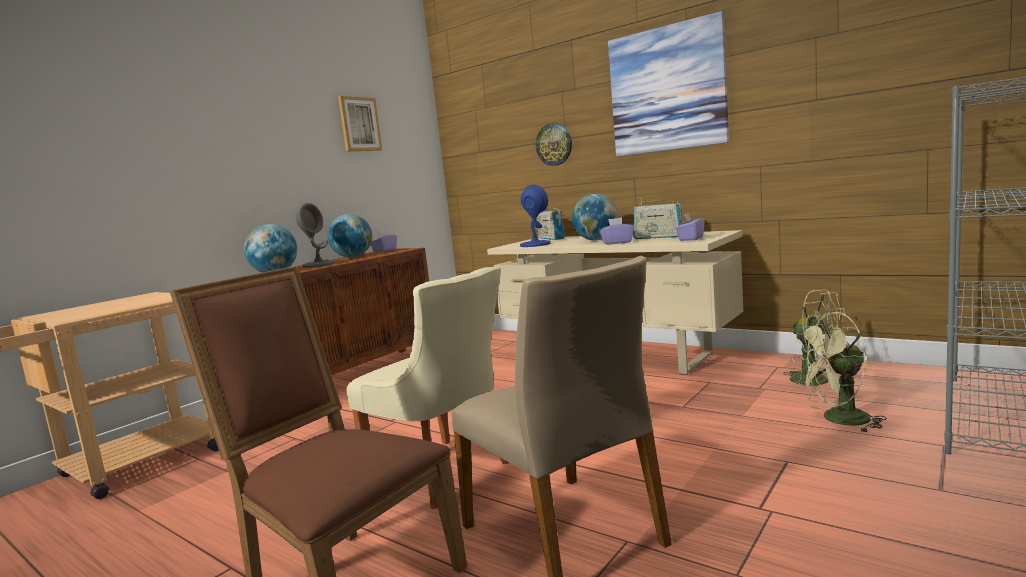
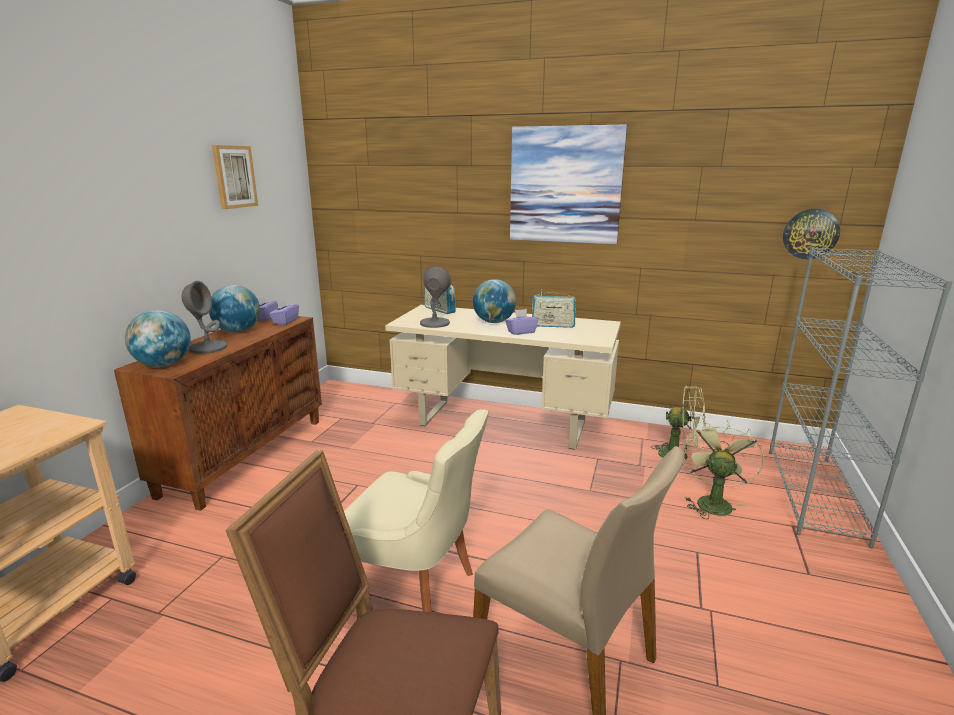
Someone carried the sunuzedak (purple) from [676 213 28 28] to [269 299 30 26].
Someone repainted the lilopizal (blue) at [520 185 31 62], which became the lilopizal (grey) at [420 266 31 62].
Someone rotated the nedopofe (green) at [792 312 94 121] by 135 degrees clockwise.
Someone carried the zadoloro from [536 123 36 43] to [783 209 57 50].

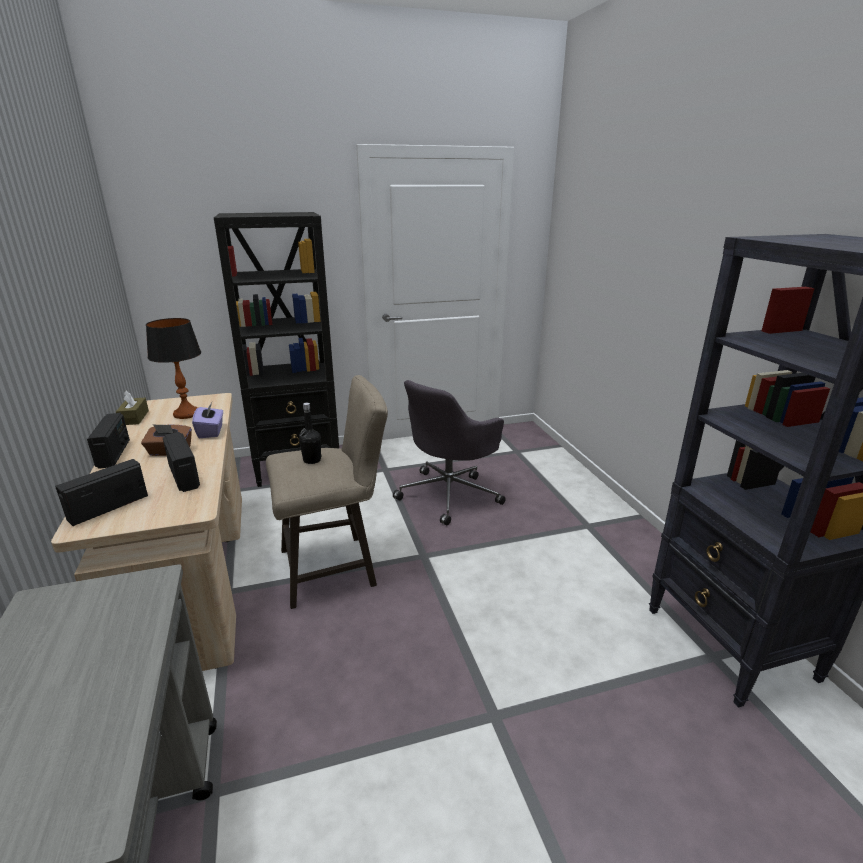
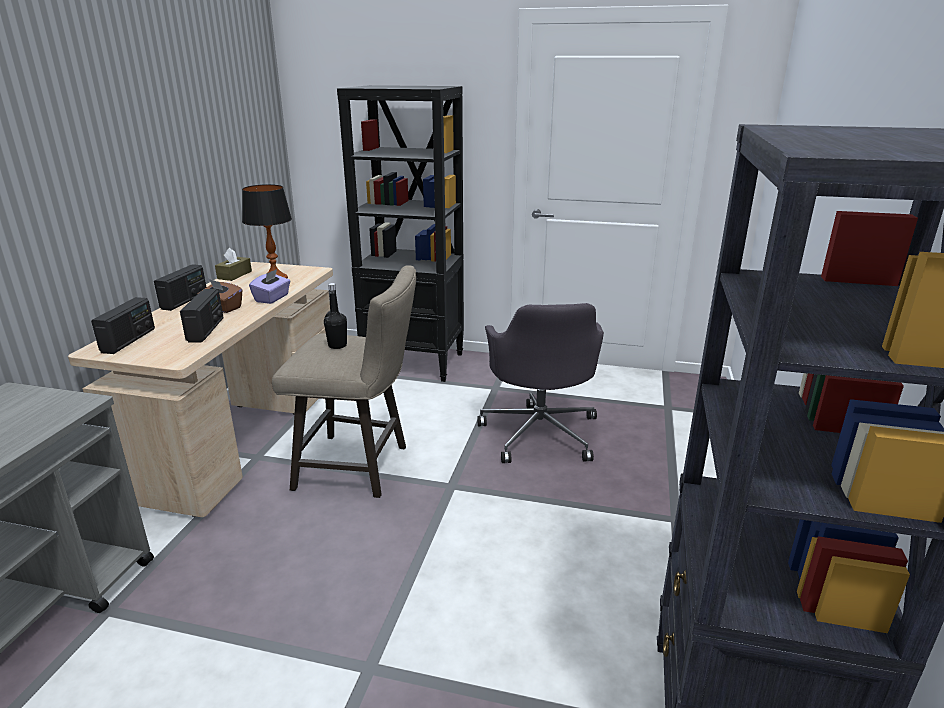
Someone rotated the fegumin at [55 459 93 67] by 120 degrees clockwise.
Someone rotated the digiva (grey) at [393 380 113 145] by 75 degrees counterclockwise.

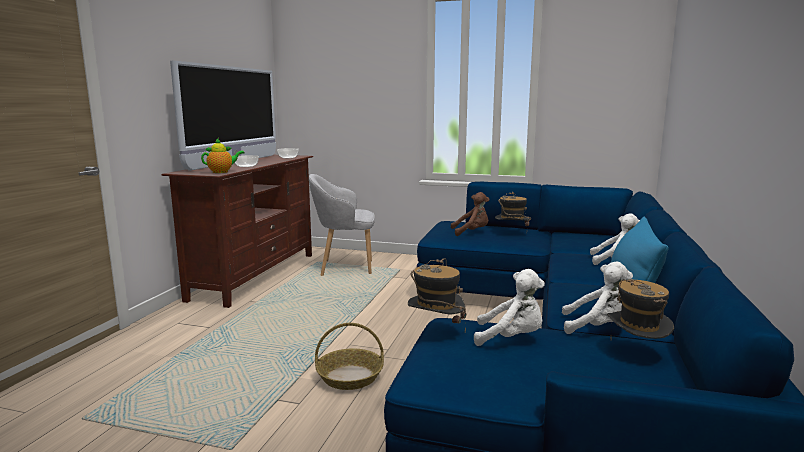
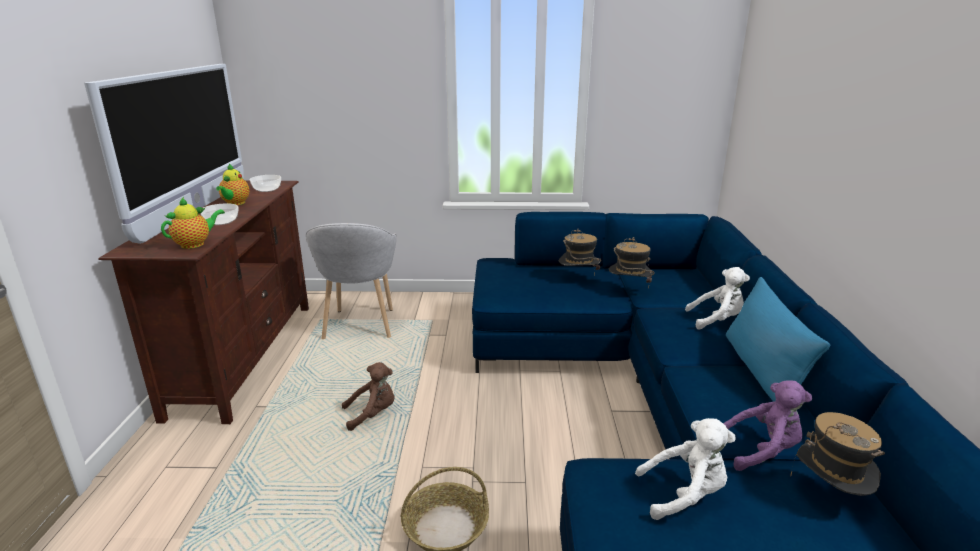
Someone put down the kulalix at [216 164 34 41].
Someone rotated the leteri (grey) at [309 174 66 102] by 75 degrees counterclockwise.
Someone carried the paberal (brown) from [450 192 39 44] to [342 362 52 69].
Someone carried the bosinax from [408 258 58 74] to [609 237 45 52].
Someone repainted the paberal (white) at [562 262 71 72], which became the paberal (purple) at [723 381 89 90].

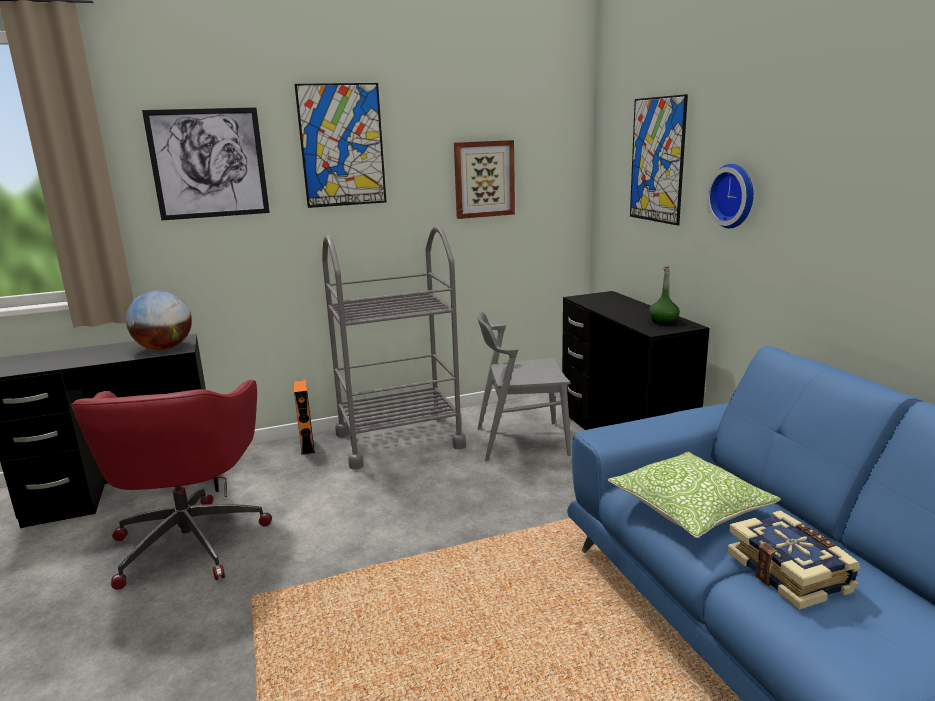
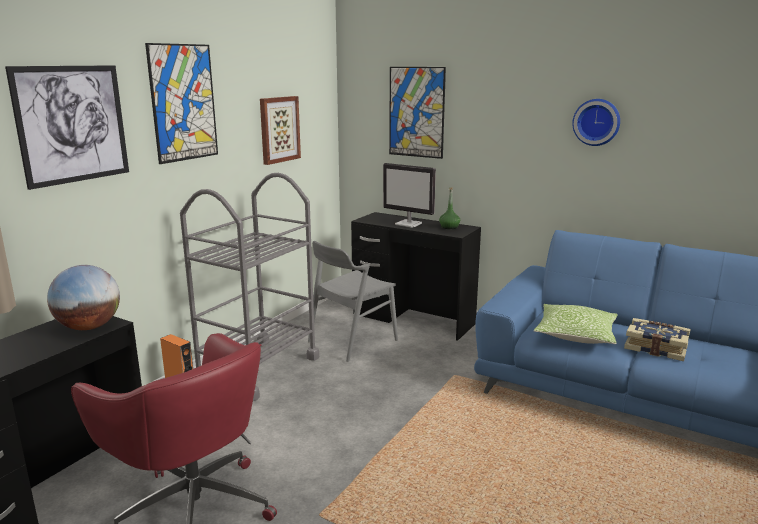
Someone put down the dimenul at [383 163 53 65].
Someone carried the zadoloro from [706 164 48 64] to [572 99 48 47].

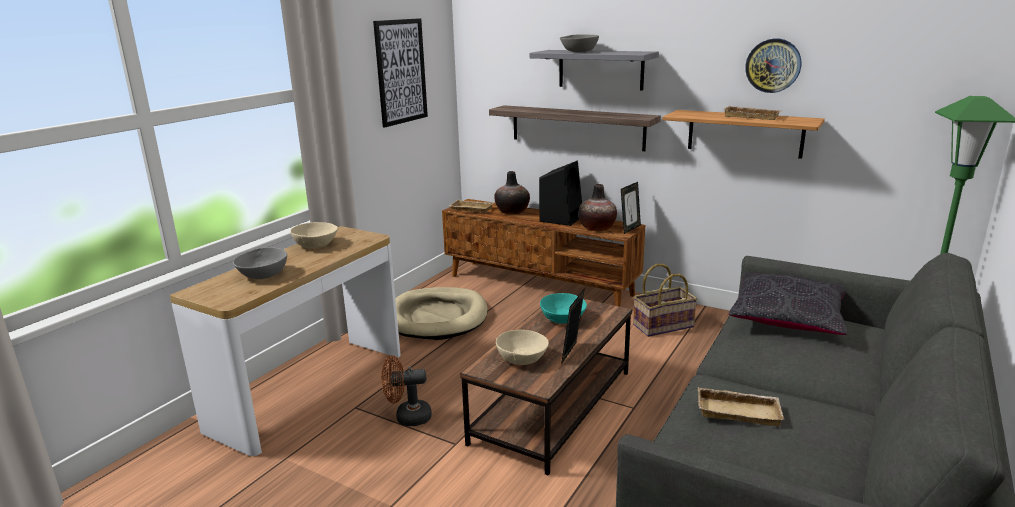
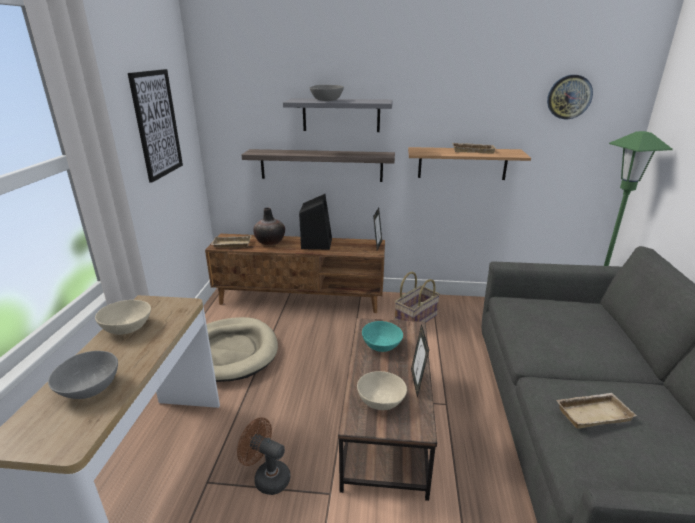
Someone rotated the nedopofe (brown) at [381 355 51 71] by 60 degrees clockwise.
Someone carried the zadoloro from [745 39 56 54] to [547 75 46 44].
Someone took away the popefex at [578 184 39 47].
Someone took away the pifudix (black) at [729 273 118 62].

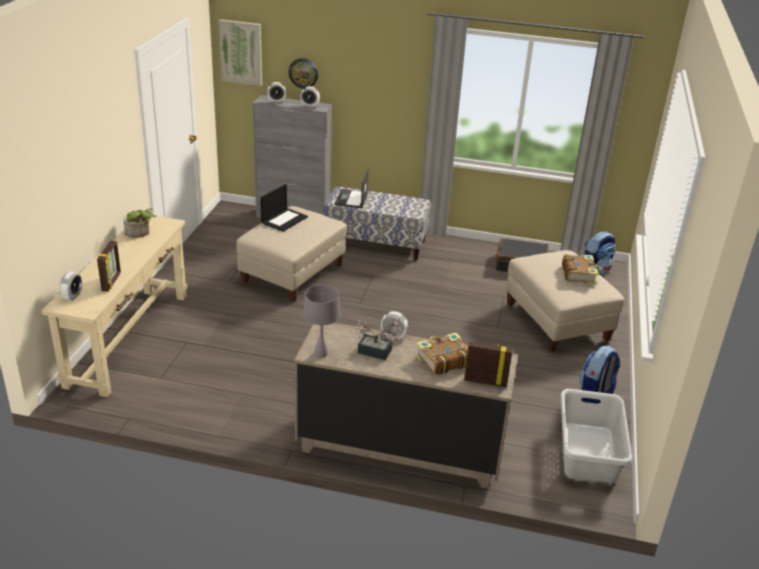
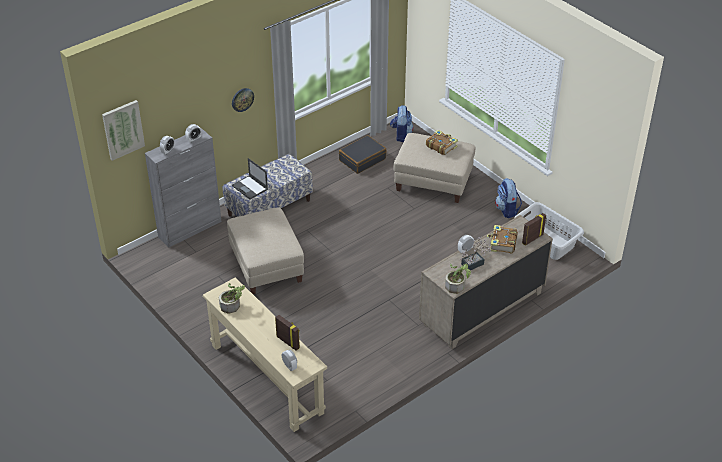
Someone carried the zadoloro from [288 58 30 31] to [232 88 22 24].
Someone swapped the lilopizal (grey) at [303 285 38 73] for the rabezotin at [445 264 26 30].
Someone took away the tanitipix at [260 184 48 48].

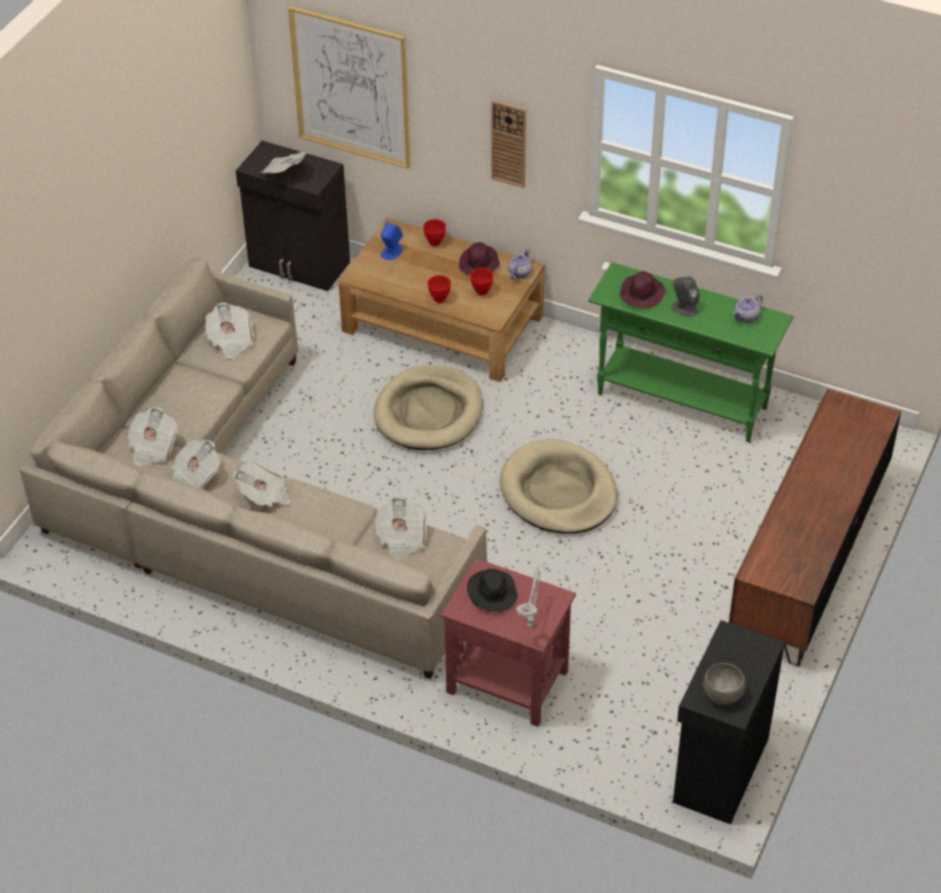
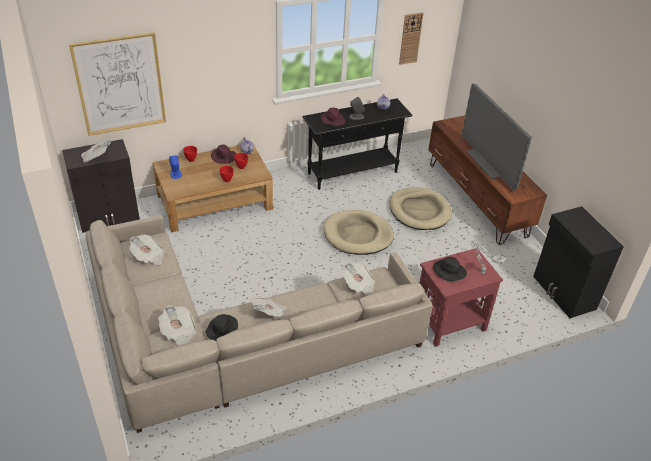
Someone swapped the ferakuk at [172 440 48 49] for the bosinax (black) at [205 314 33 27].
Someone repainted the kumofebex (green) at [588 262 206 180], which became the kumofebex (black) at [302 98 111 92].
Someone carried the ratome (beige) from [374 365 109 85] to [390 187 62 43].
Someone carried the zadoloro from [492 100 34 88] to [399 12 24 53].
Someone put down the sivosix at [461 84 71 107].
Someone took away the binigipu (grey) at [703 663 43 42].

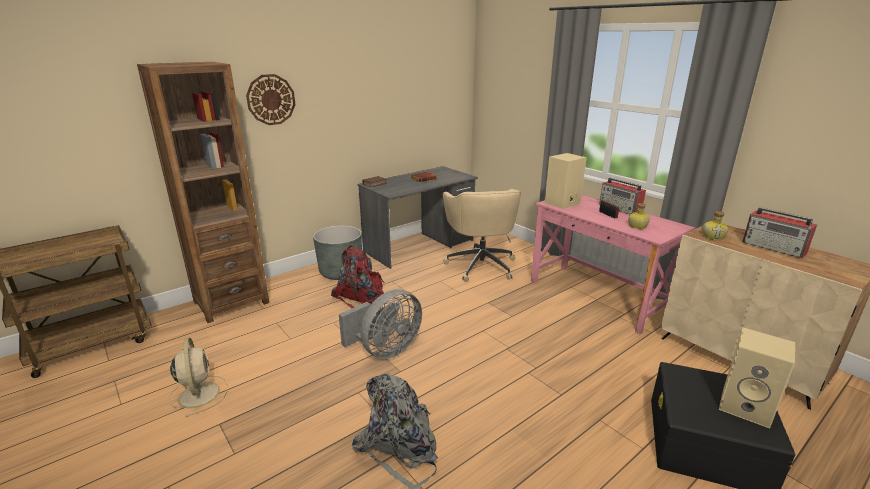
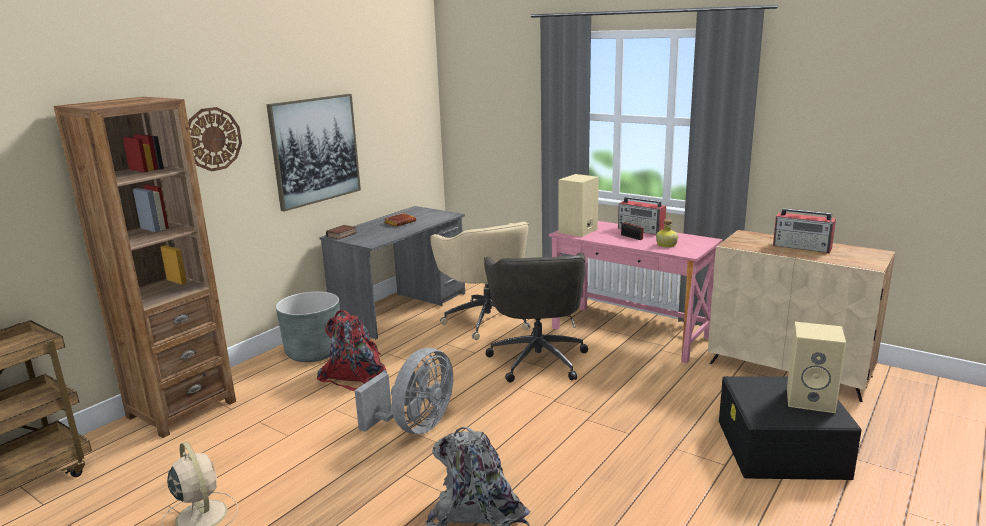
Someone put up the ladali at [266 94 95 118].
Someone put down the digiva (grey) at [484 253 104 129].
Someone took away the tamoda at [703 211 25 29].

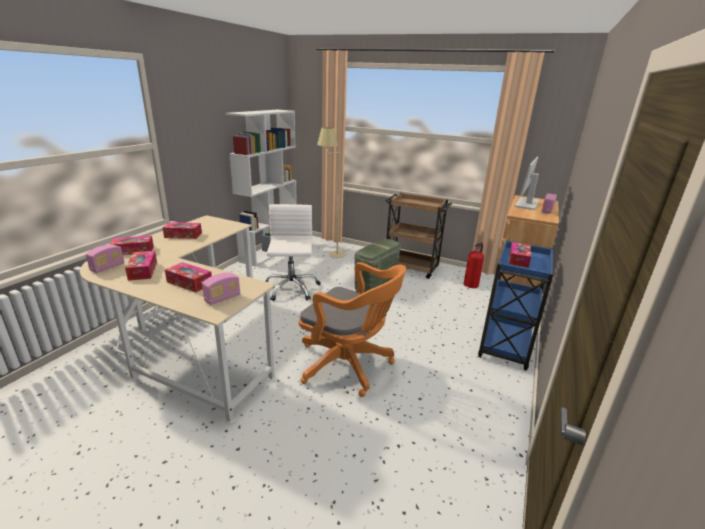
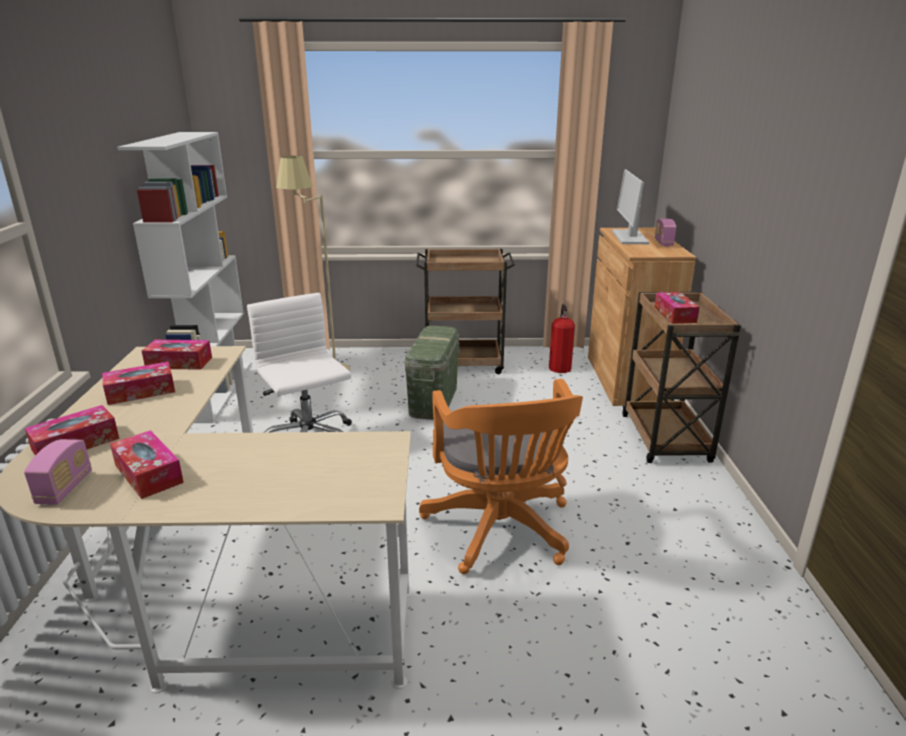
Someone carried the sunuzedak from [165 262 47 30] to [142 340 70 30].
Someone rotated the digiva (orange) at [299 262 107 135] by 75 degrees clockwise.
Someone repainted the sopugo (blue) at [478 240 76 131], which became the sopugo (brown) at [622 292 119 171].
Someone took away the fegumin at [202 273 38 32].

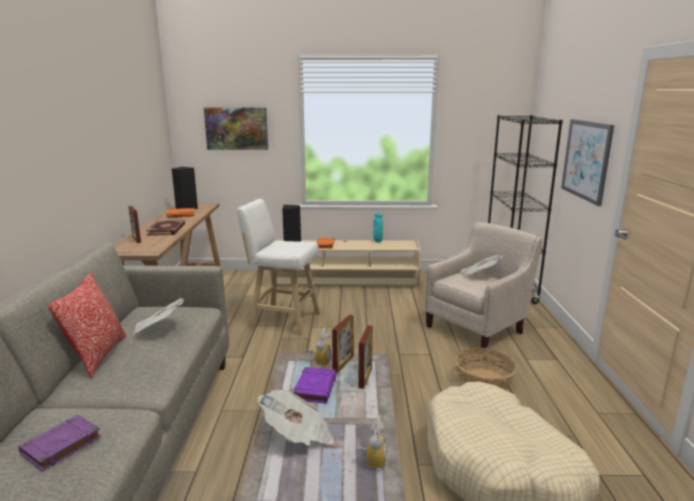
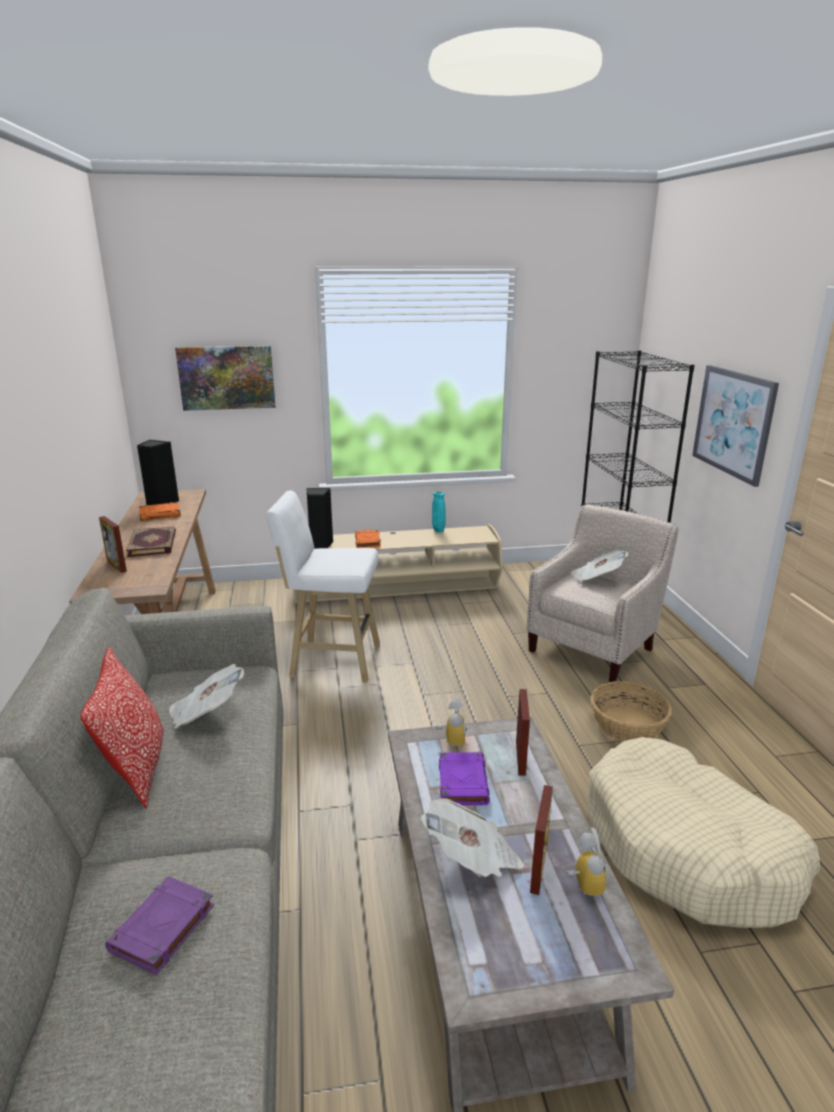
Someone carried the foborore from [332 315 22 58] to [530 785 23 110].

